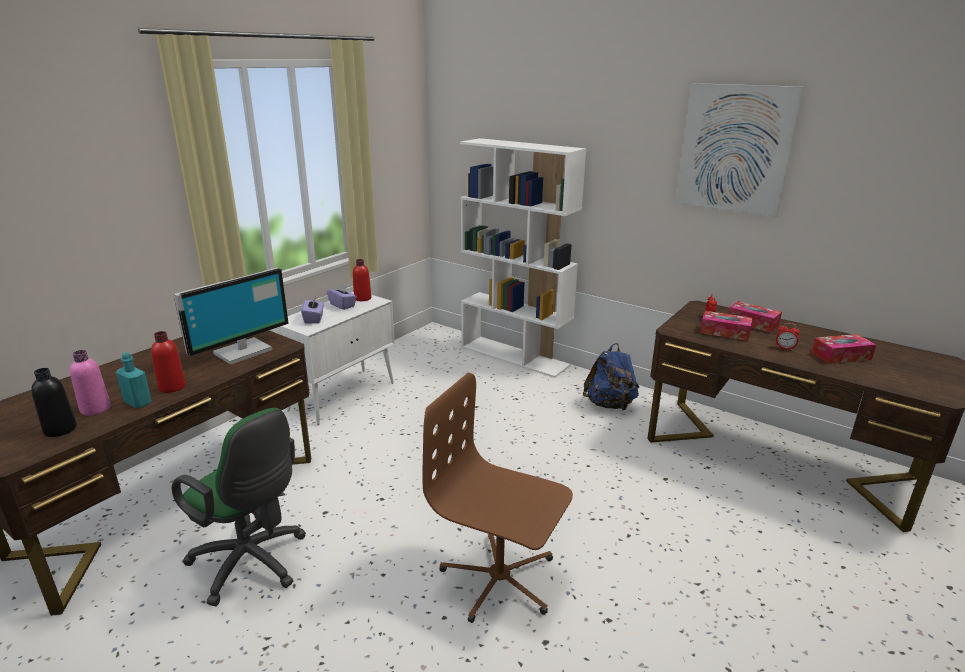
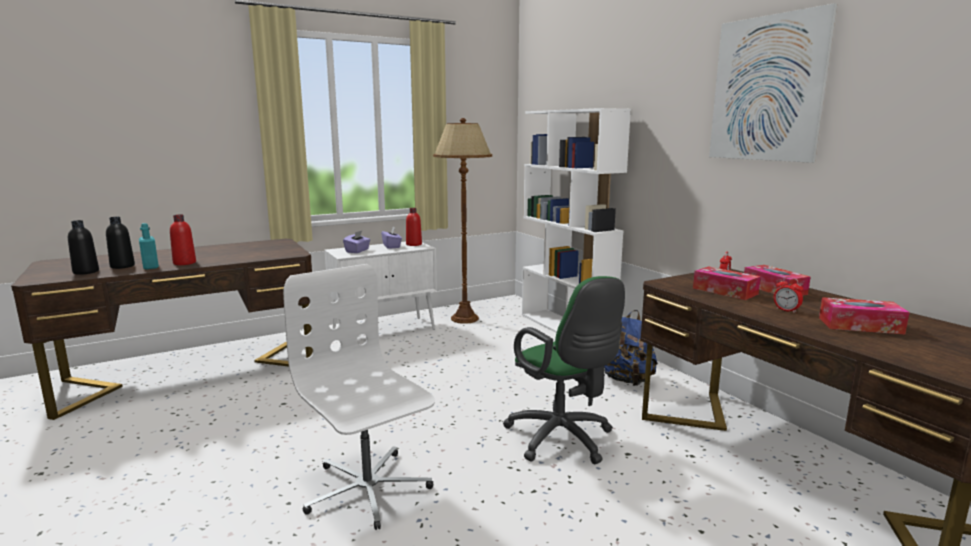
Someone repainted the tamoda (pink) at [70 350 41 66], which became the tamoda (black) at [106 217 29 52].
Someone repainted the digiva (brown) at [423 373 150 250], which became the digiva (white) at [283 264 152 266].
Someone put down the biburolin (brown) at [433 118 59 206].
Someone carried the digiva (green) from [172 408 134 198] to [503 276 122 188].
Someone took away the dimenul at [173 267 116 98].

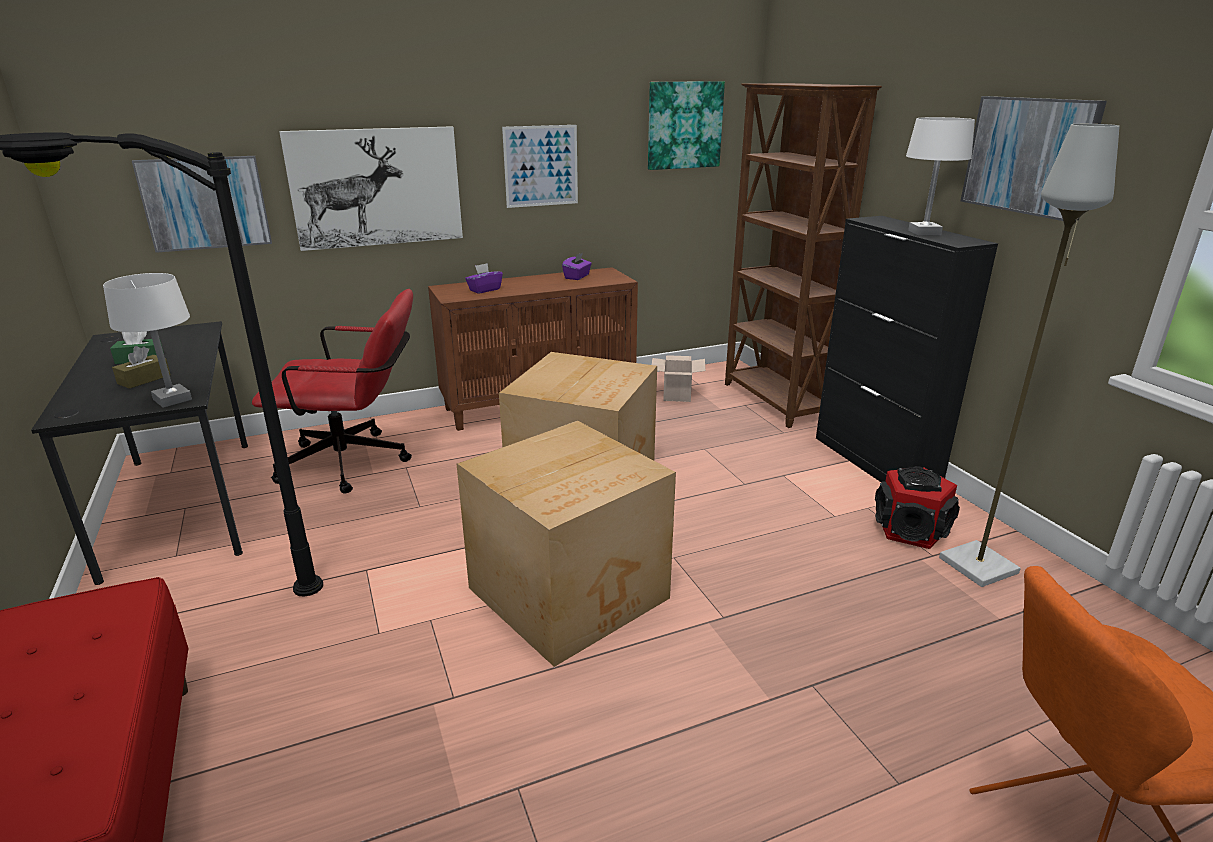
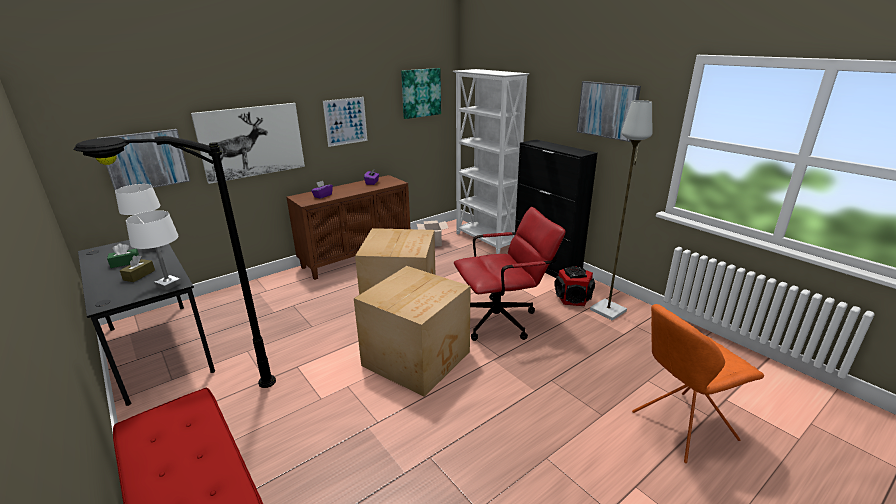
Someone carried the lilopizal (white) from [906 117 69 119] to [115 184 46 68].
Someone repainted the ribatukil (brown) at [725 83 157 345], which became the ribatukil (white) at [453 69 76 185].
Someone carried the digiva (red) from [252 289 161 205] to [454 207 112 134].

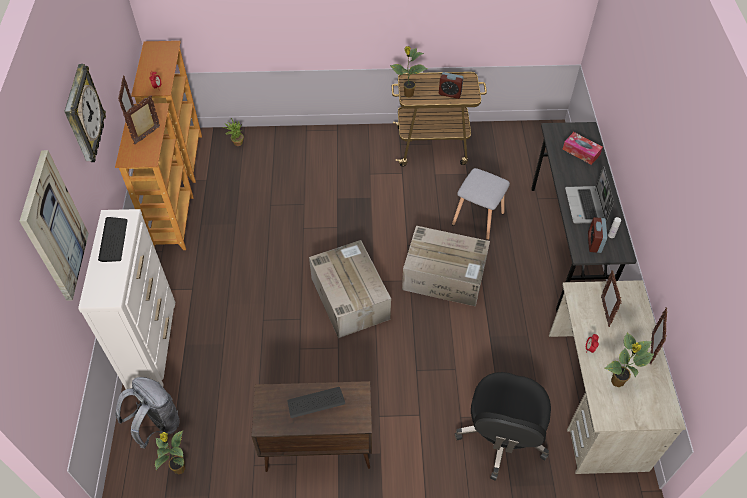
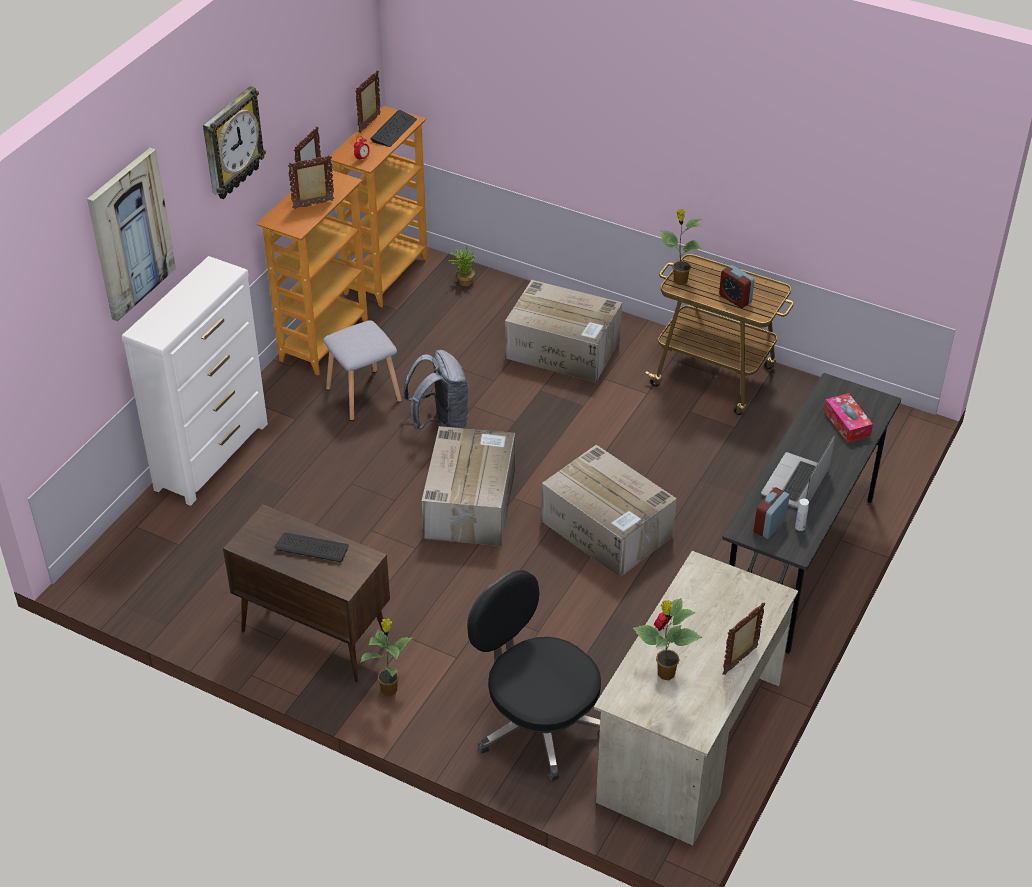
Someone carried the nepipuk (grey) from [452 168 58 72] to [323 320 79 101].
Someone carried the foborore from [601 270 20 57] to [355 70 26 63].
Someone carried the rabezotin from [155 430 30 45] to [360 618 54 78].
Someone carried the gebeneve from [98 217 30 45] to [370 110 47 37].
Someone carried the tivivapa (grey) from [116 377 63 72] to [403 350 66 80].
Someone rotated the digiva (black) at [455 372 96 109] by 90 degrees clockwise.
Someone put down the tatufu at [505 280 117 102].

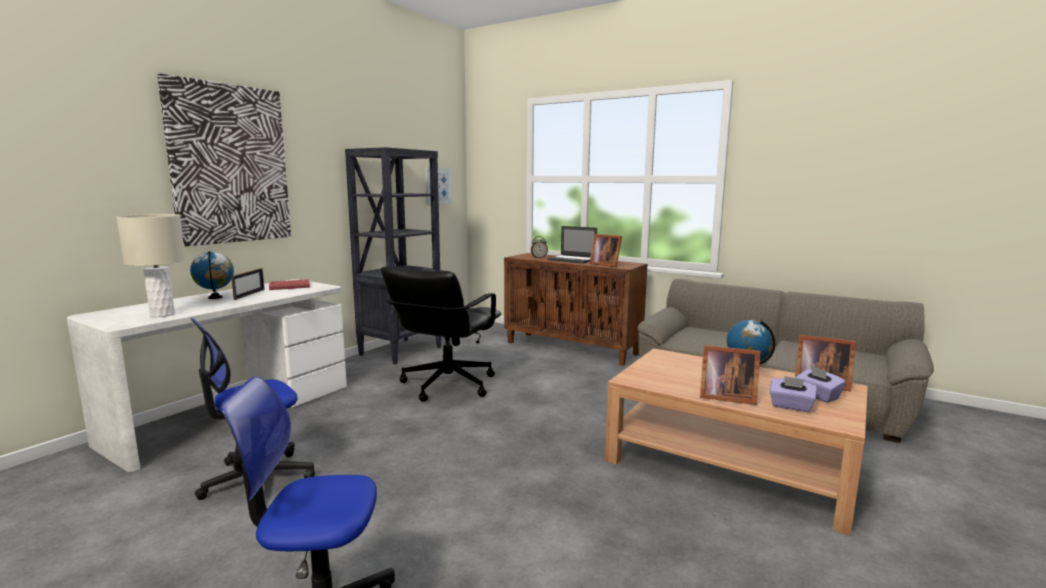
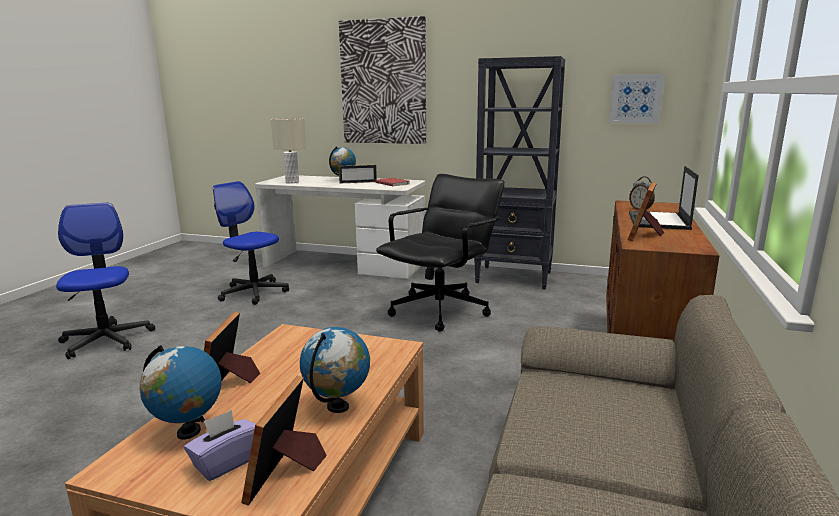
Someone swapped the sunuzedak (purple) at [770 376 47 36] for the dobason at [140 345 81 95].
Someone rotated the digiva (black) at [381 266 120 136] by 120 degrees clockwise.

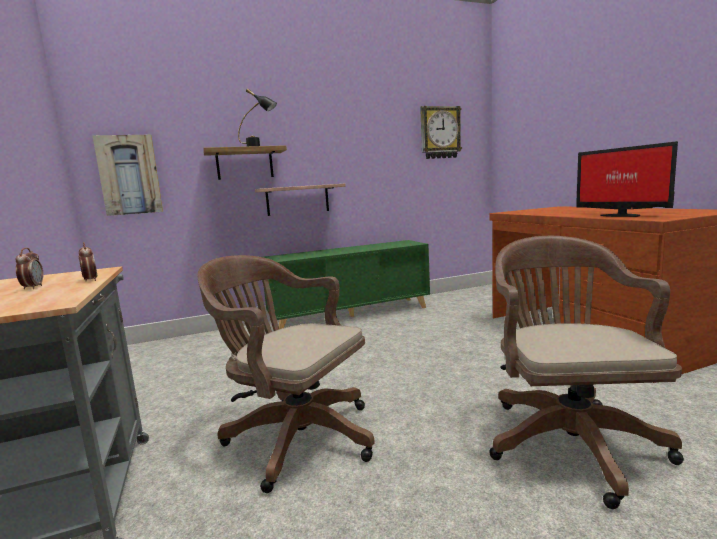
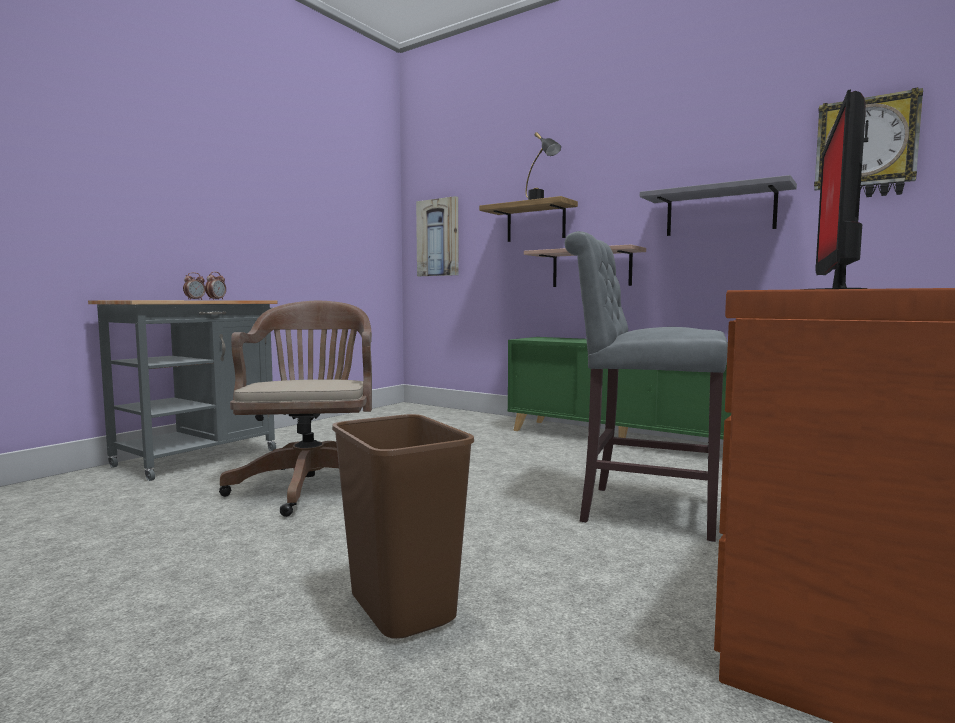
Someone swapped the digiva (brown) at [489 236 195 273] for the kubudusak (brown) at [332 414 142 225].
Someone put down the nepipuk (grey) at [565 231 163 311].
Someone put up the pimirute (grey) at [640 175 157 61].

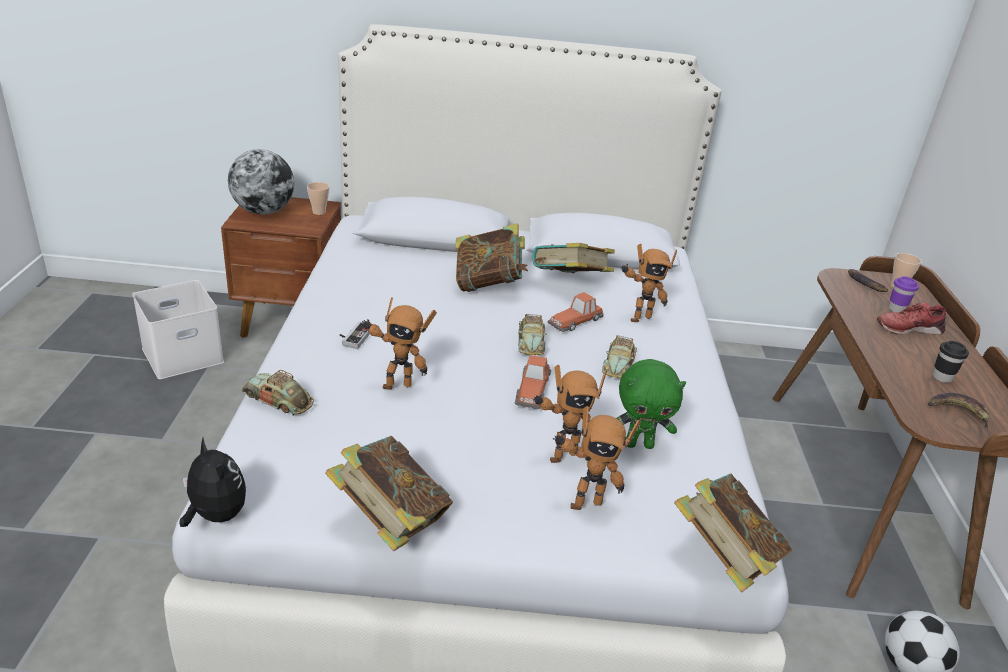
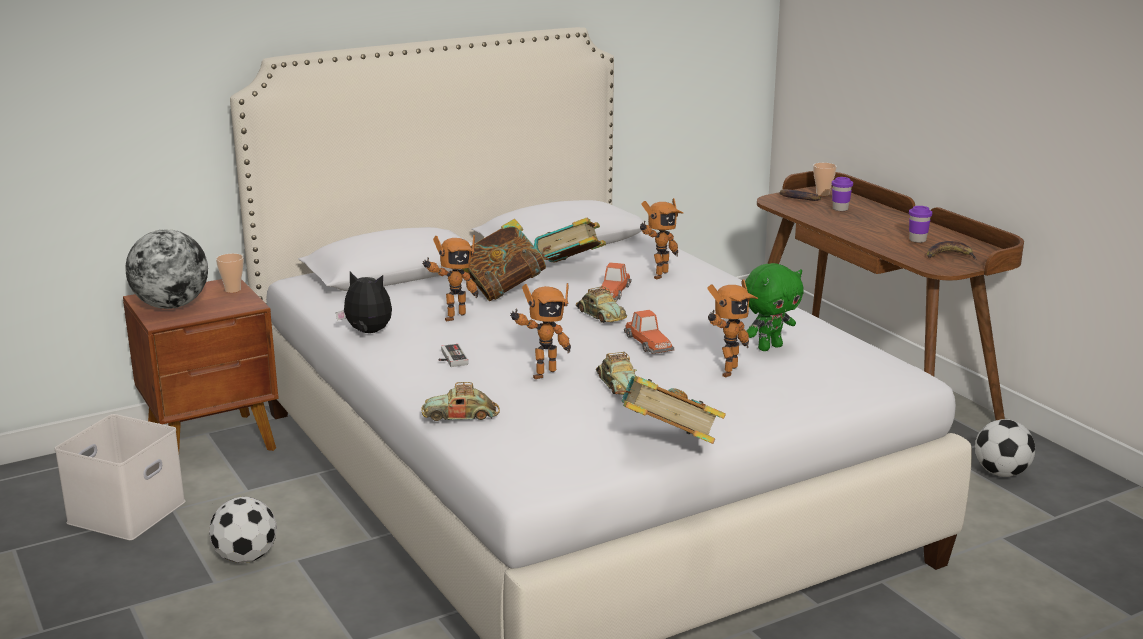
Someone put down the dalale at [209 497 68 66].
Someone carried the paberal from [179 438 67 89] to [336 272 56 61].
Someone carried the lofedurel from [553 406 87 104] to [422 235 56 87].
Someone carried the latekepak from [602 335 35 43] to [596 352 41 43].
Someone repainted the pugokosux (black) at [932 341 37 42], which became the pugokosux (purple) at [909 206 23 37].
Someone took away the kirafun at [674 473 118 119].
Someone took away the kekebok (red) at [877 302 69 33].

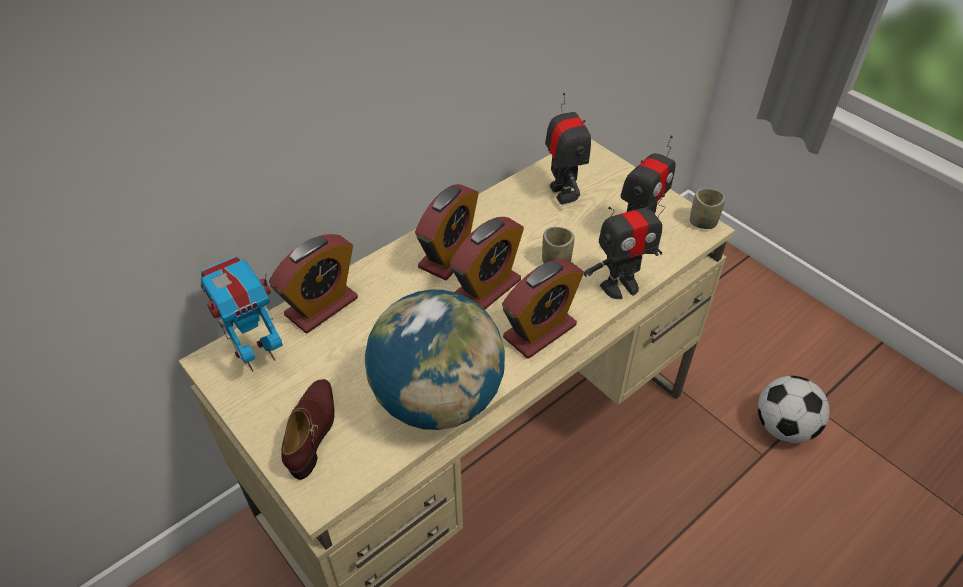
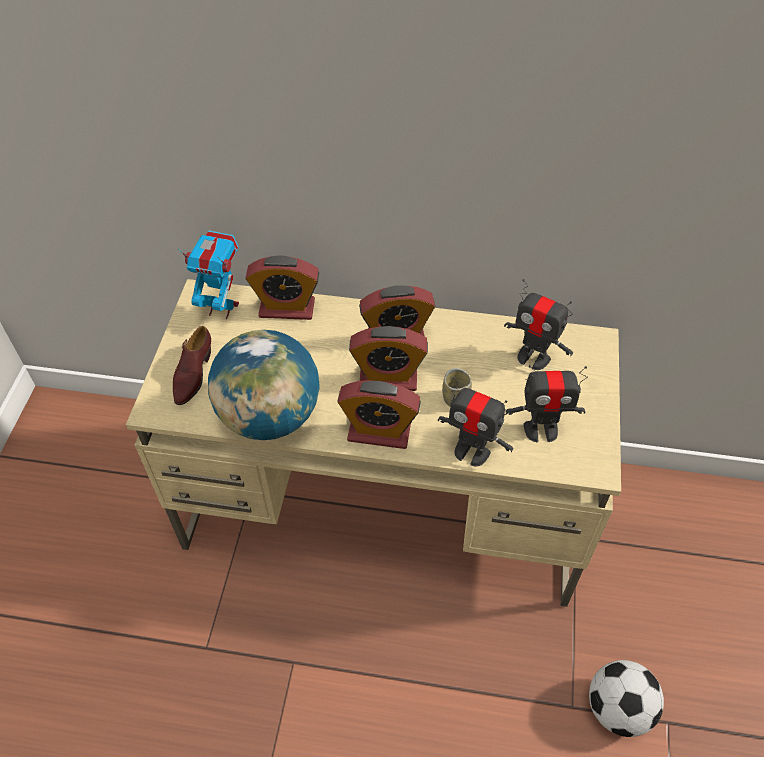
Someone rotated the kekebok (brown) at [281 379 53 101] by 135 degrees clockwise.
Someone rotated the lofedurel at [545 93 46 112] by 90 degrees clockwise.
Someone took away the pugokosux at [690 188 35 41].

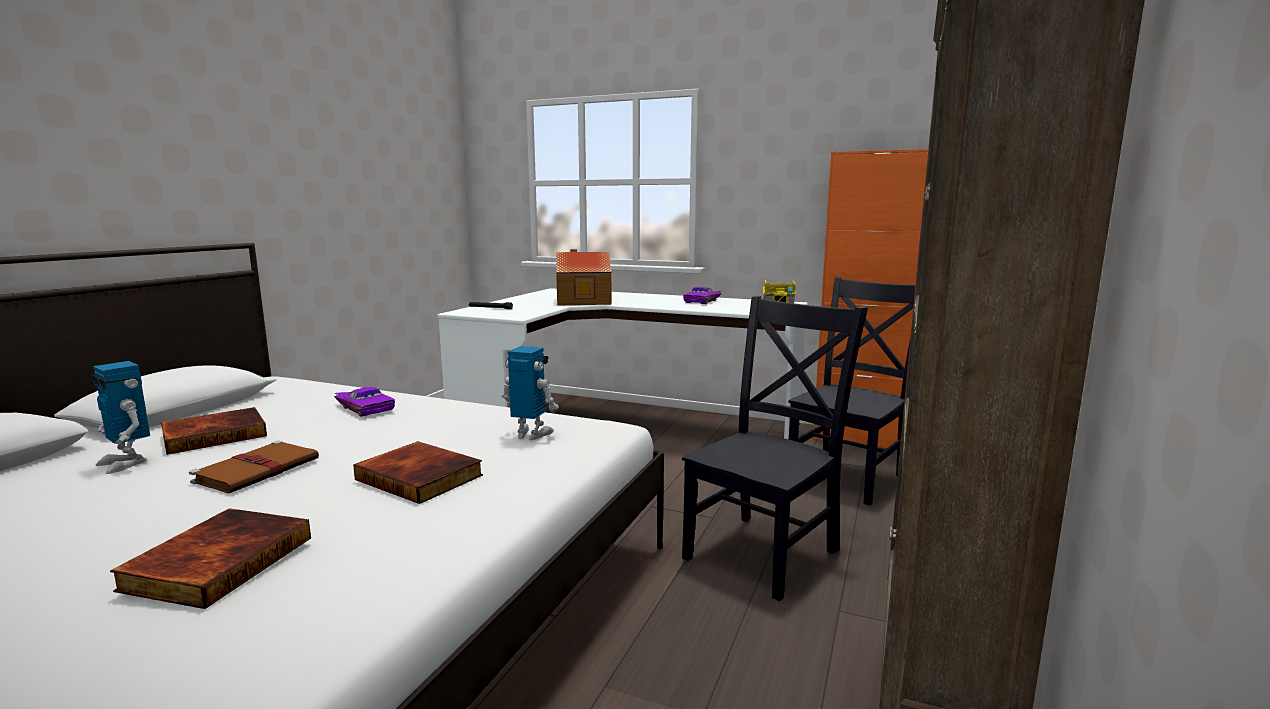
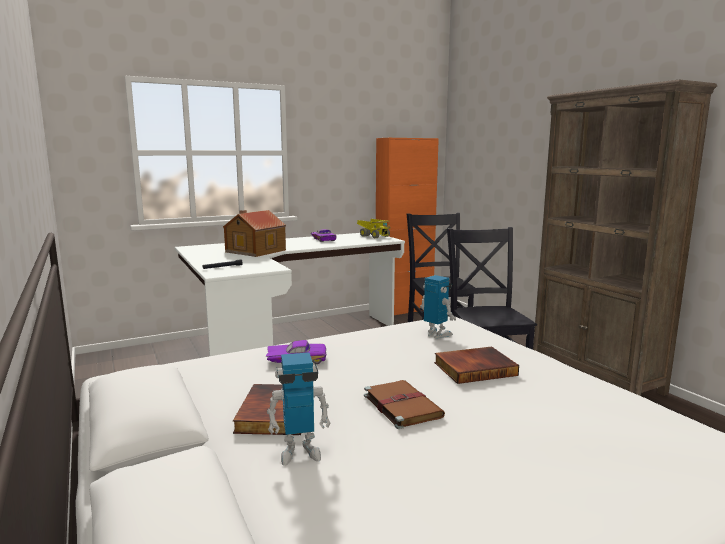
Someone rotated the lofedurel at [502 346 57 94] by 75 degrees clockwise.
Someone took away the kirafun at [110 508 201 101].

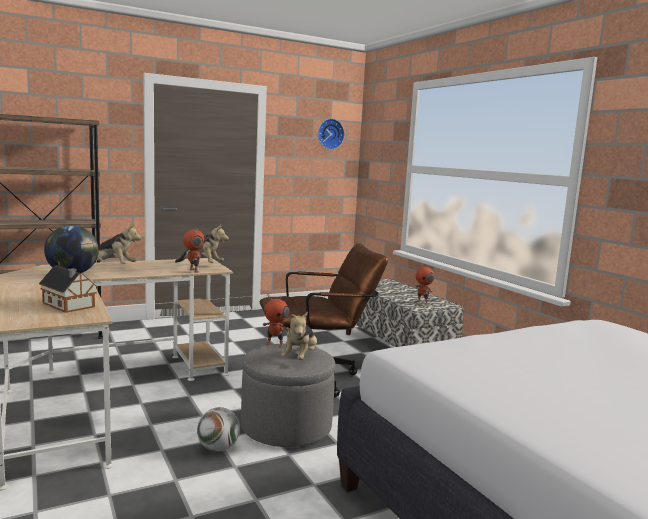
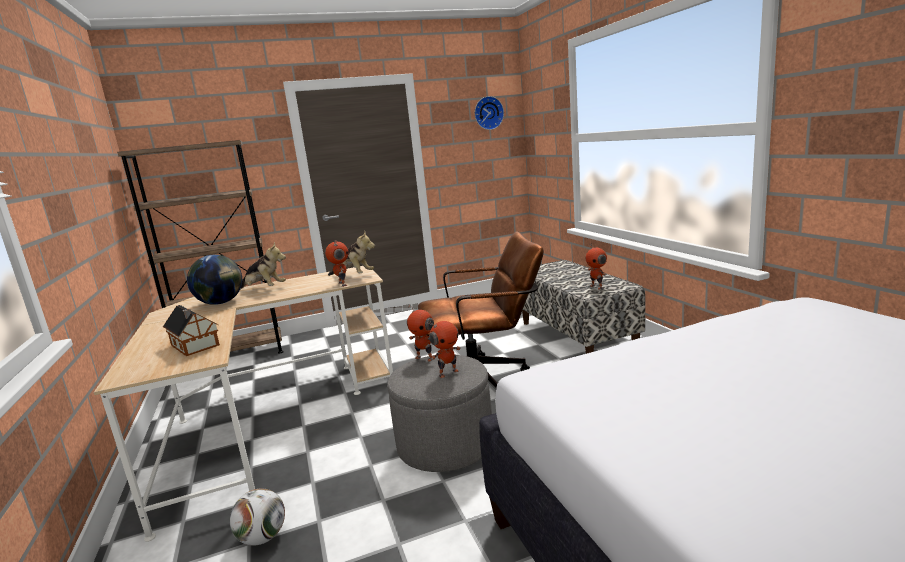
Someone carried the dalale from [197 407 43 44] to [230 489 55 57].
Someone swapped the paberal at [281 312 36 48] for the lofedurel at [427 321 34 57].

